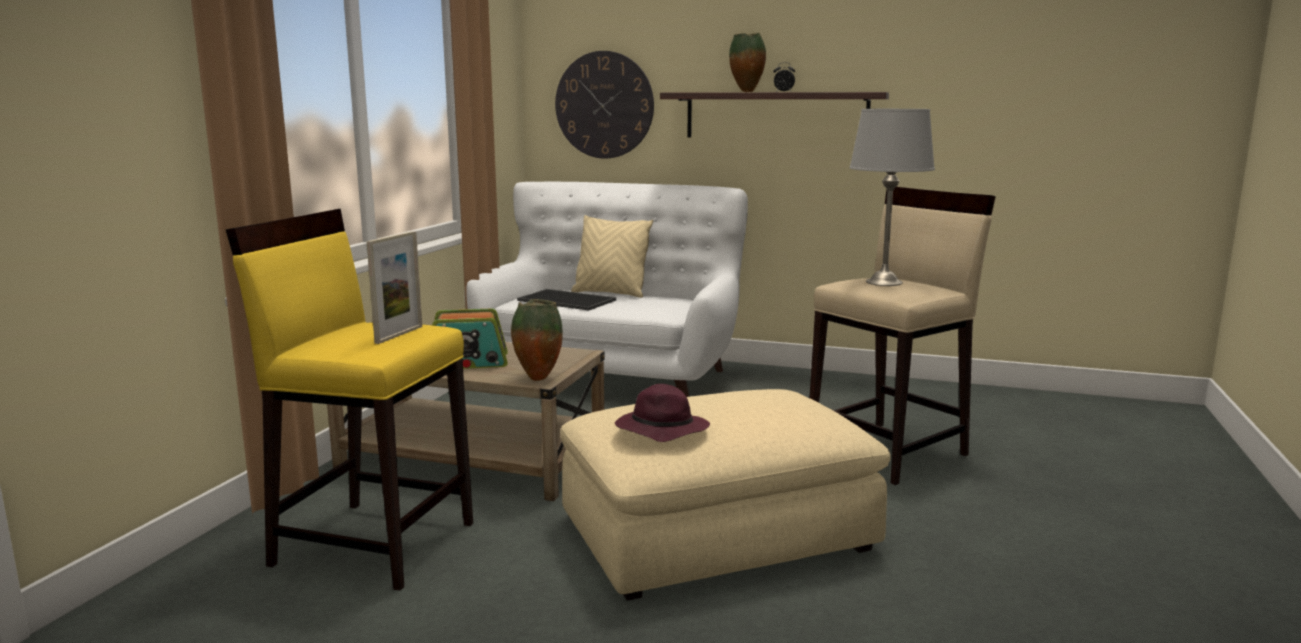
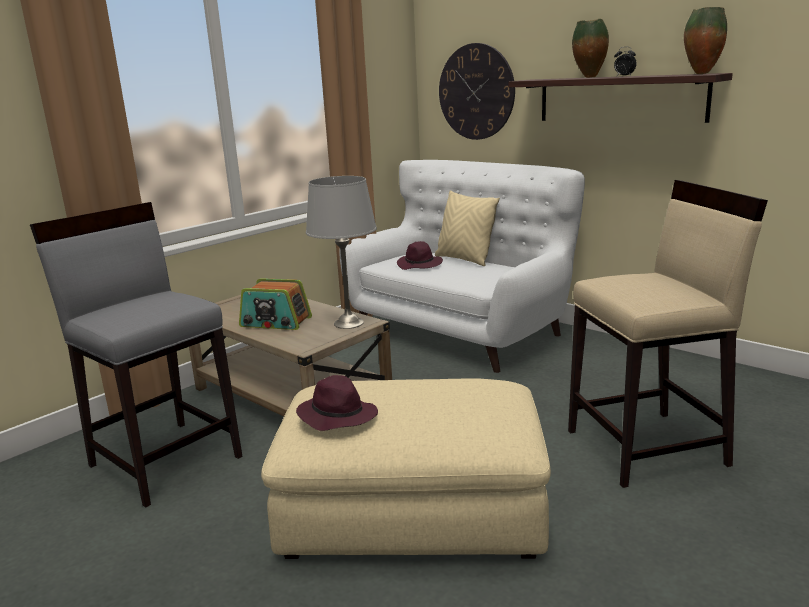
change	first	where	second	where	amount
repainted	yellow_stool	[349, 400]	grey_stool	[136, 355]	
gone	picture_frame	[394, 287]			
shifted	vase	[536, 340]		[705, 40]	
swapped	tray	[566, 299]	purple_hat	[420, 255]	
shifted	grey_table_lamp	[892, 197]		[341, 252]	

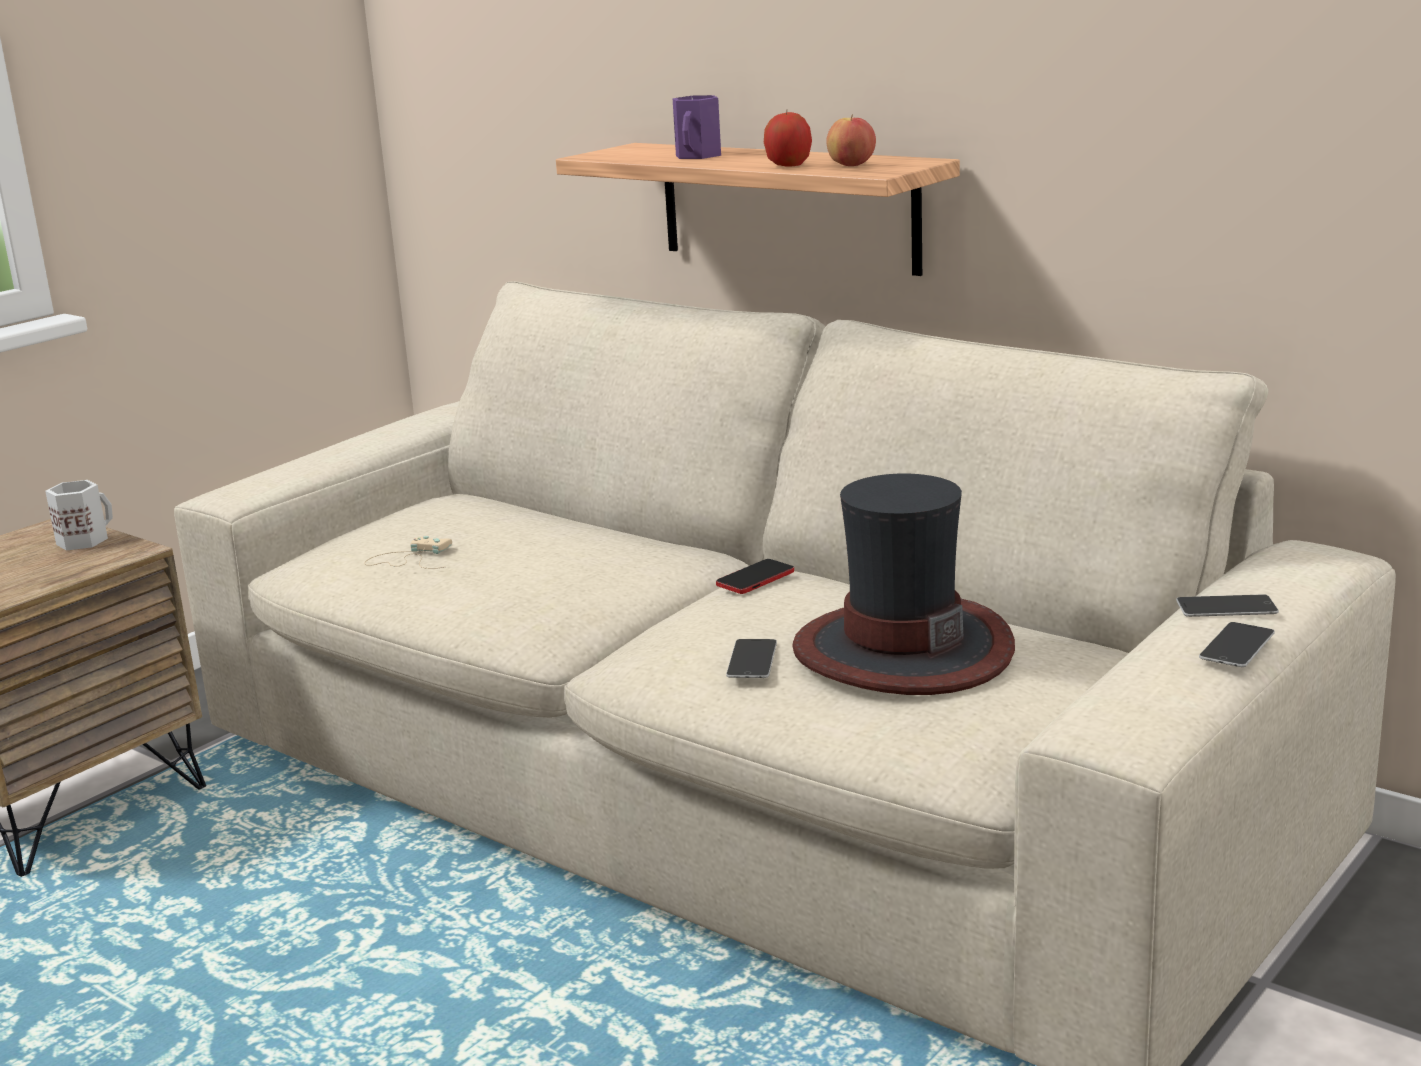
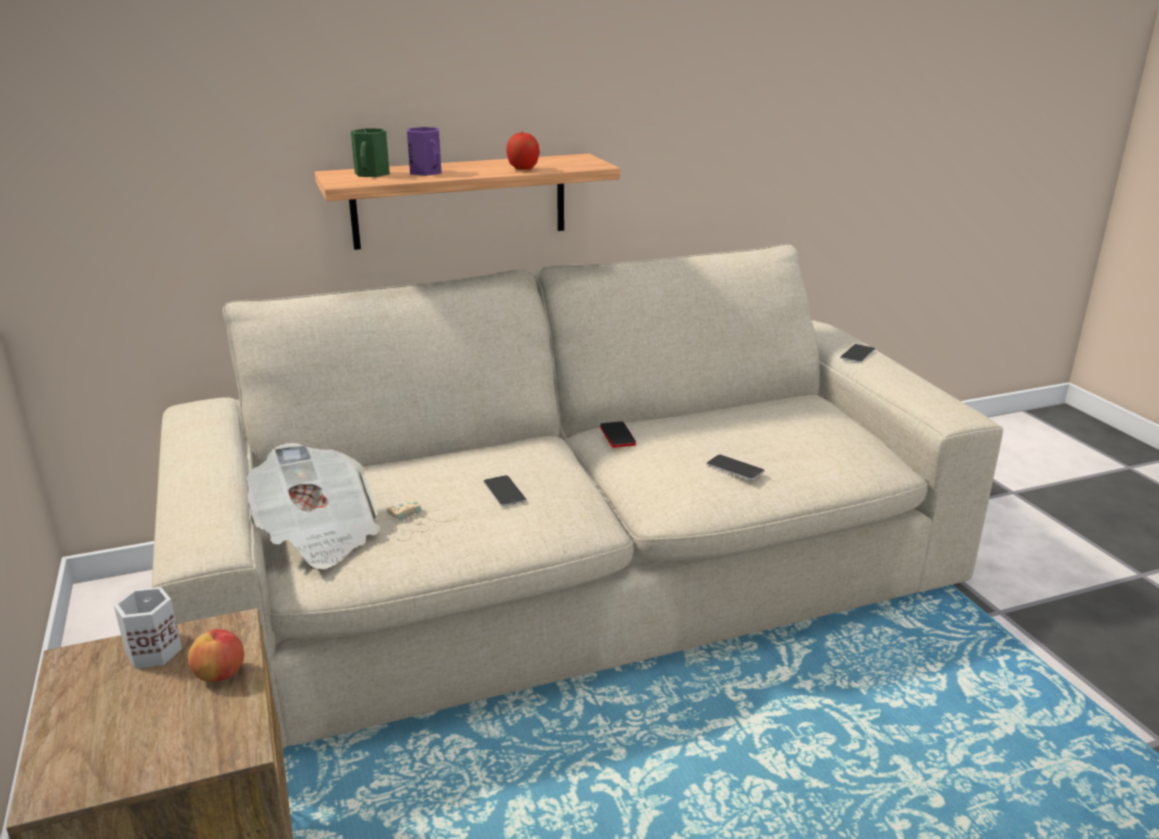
change	first	where	second	where	amount
gone	hat	[903, 584]			
shifted	apple	[851, 140]		[216, 655]	
shifted	phone	[1237, 644]		[505, 490]	
new			newspaper	[313, 506]	
new			green_mug	[370, 152]	

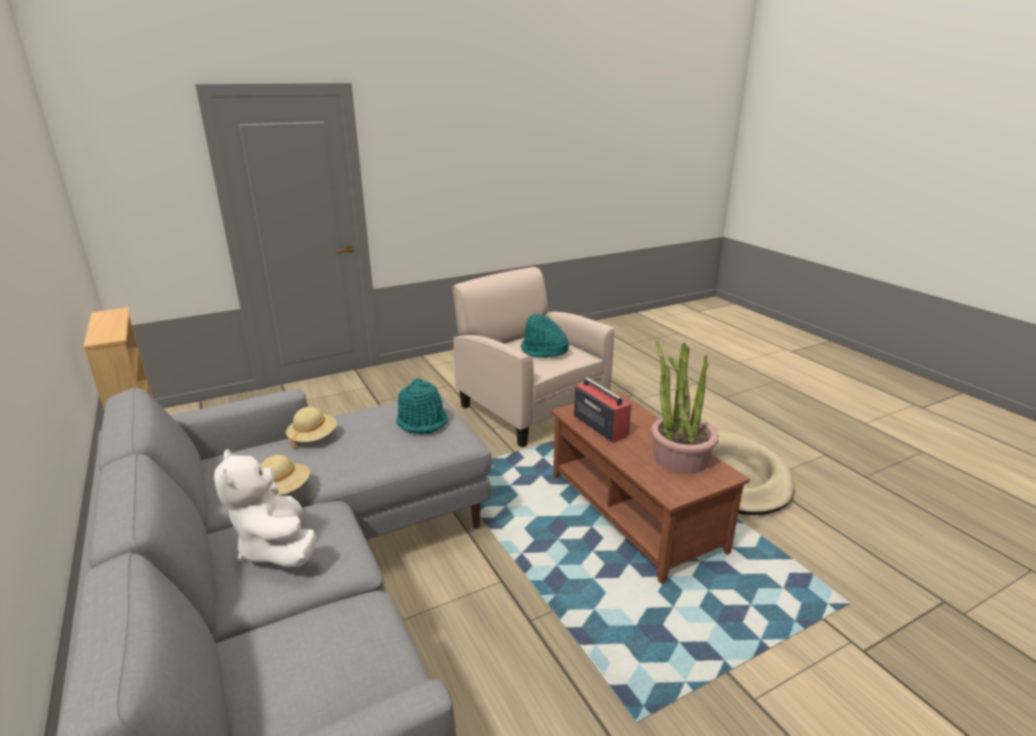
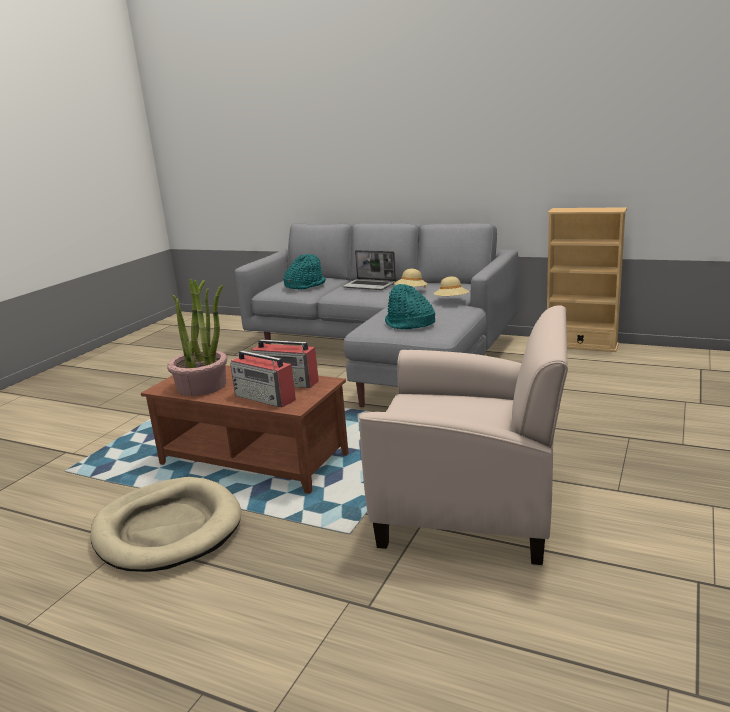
change	first	where	second	where	amount
swapped	white_plush_toy	[265, 508]	laptop	[369, 270]	
shifted	turquoise_hat	[545, 336]		[304, 271]	
new			radio	[263, 379]	

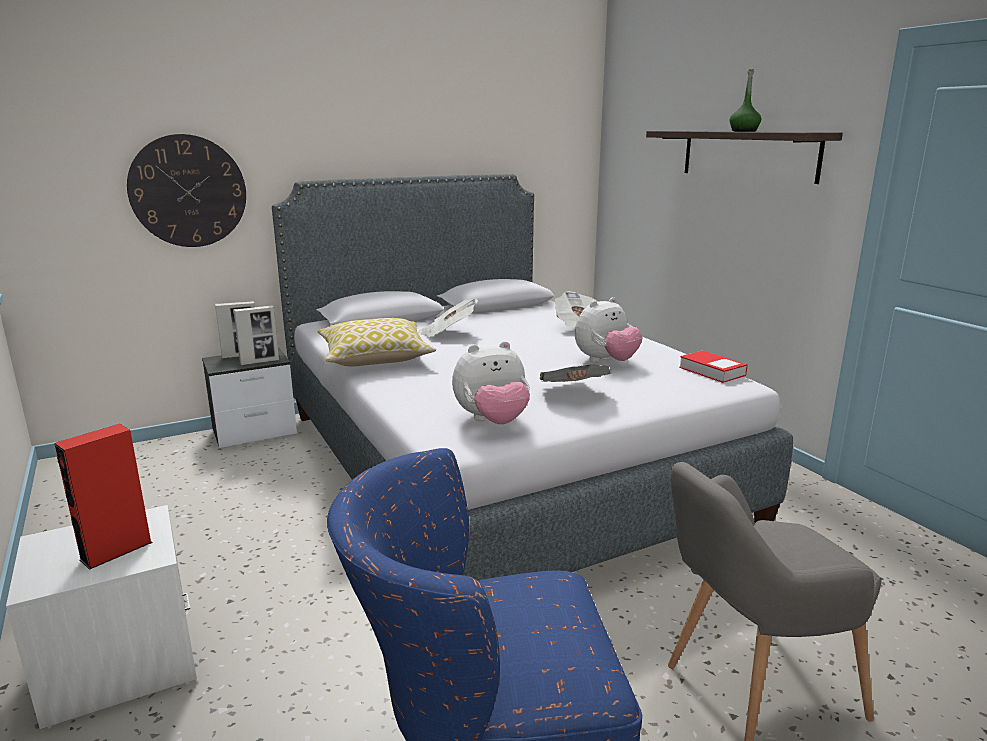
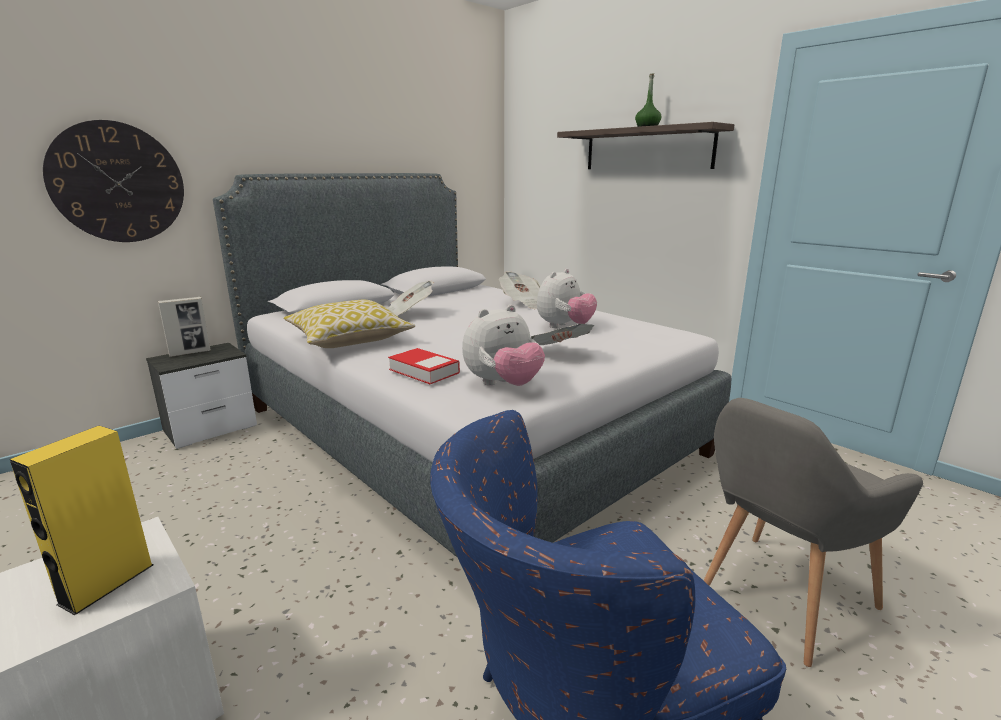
change	first	where	second	where	amount
repainted	red_speaker	[104, 497]	yellow_speaker	[81, 520]	
gone	picture_frame	[256, 335]			
shifted	book	[713, 366]		[424, 366]	

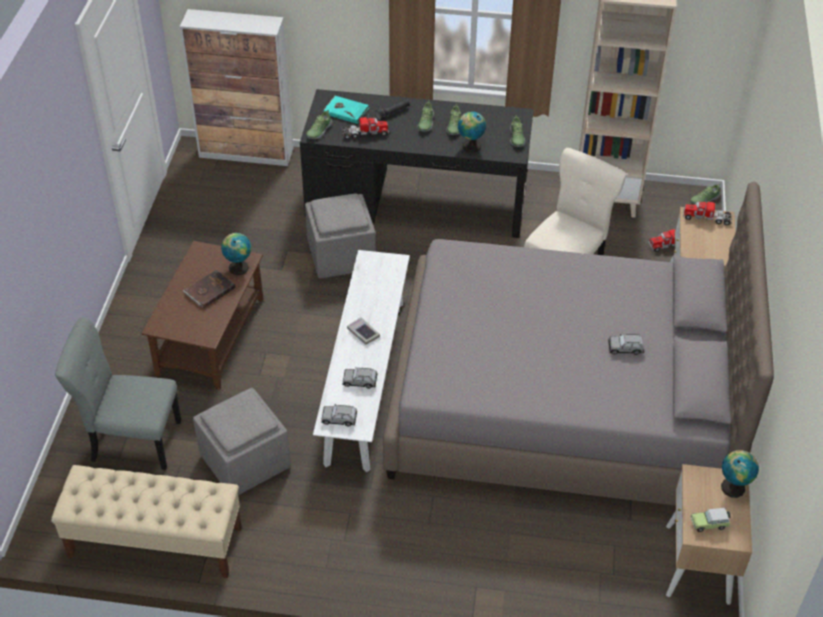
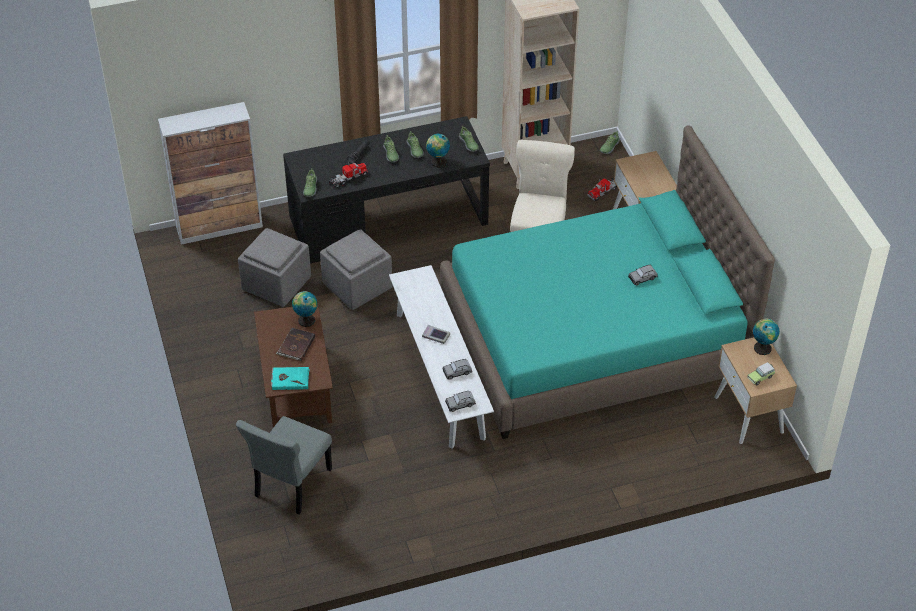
change	first	where	second	where	amount
gone	beige_bench	[146, 521]			
rotated	grey_chair	[118, 393]		[284, 465]	45 degrees counterclockwise
shifted	grey_ottoman	[242, 441]		[274, 267]	
shifted	turquoise_book	[346, 110]		[290, 378]	
repainted	grey_bed	[578, 344]	turquoise_bed	[607, 282]	
gone	toy_truck	[707, 212]			

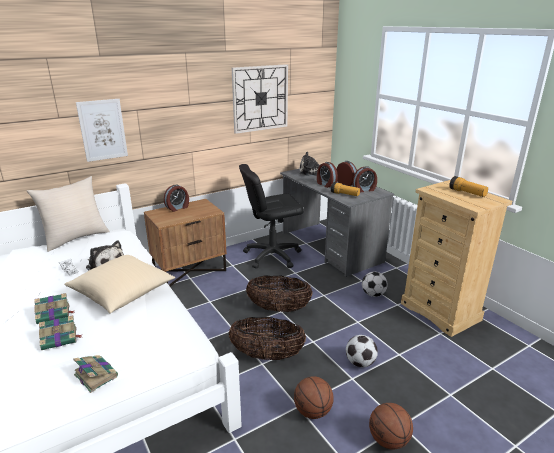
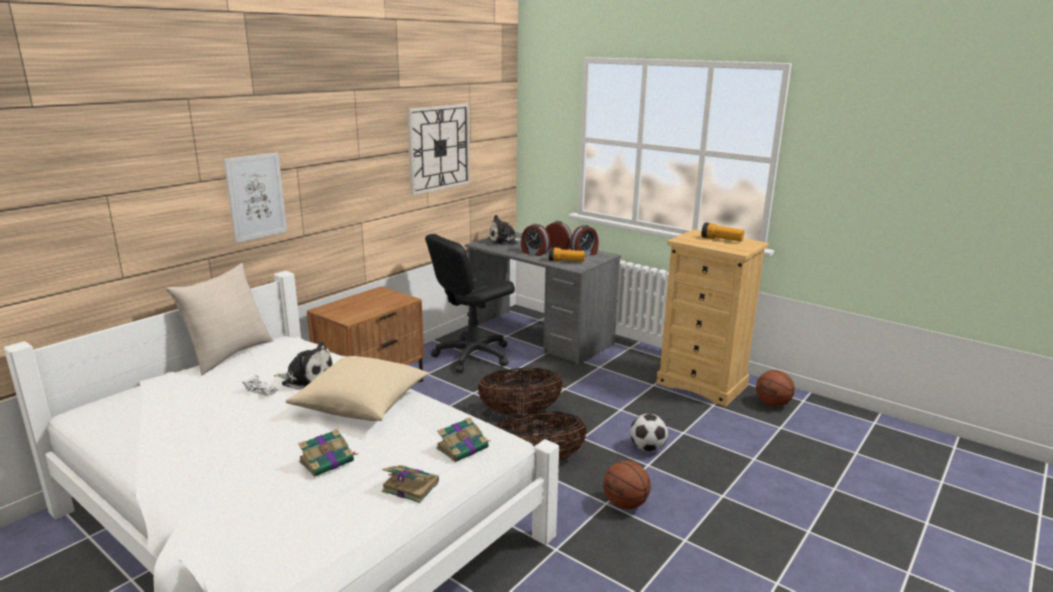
change	first	where	second	where	amount
shifted	book	[54, 308]		[462, 439]	
gone	alarm_clock	[176, 198]			
gone	football	[375, 284]			
shifted	basketball	[391, 426]		[775, 388]	

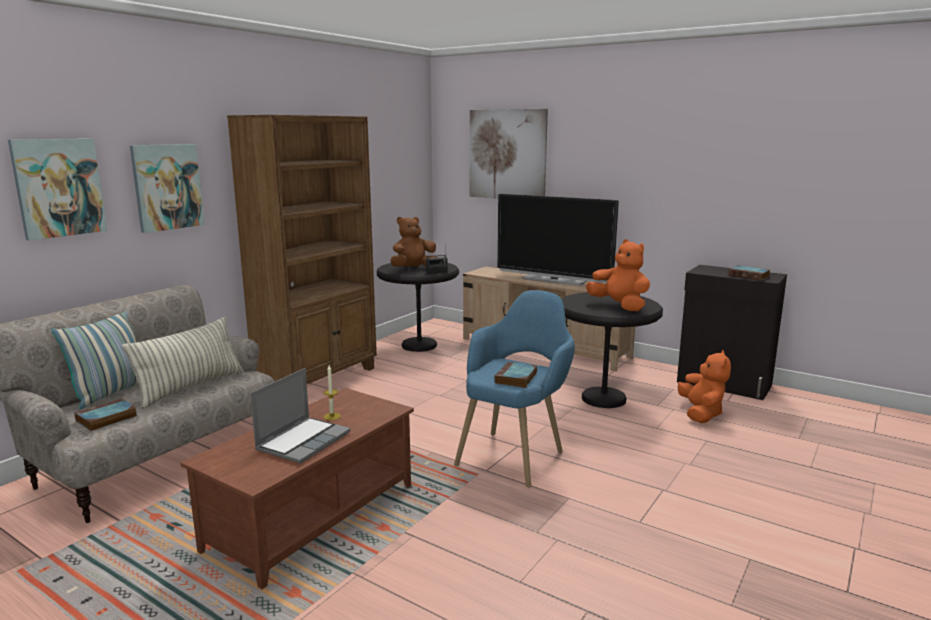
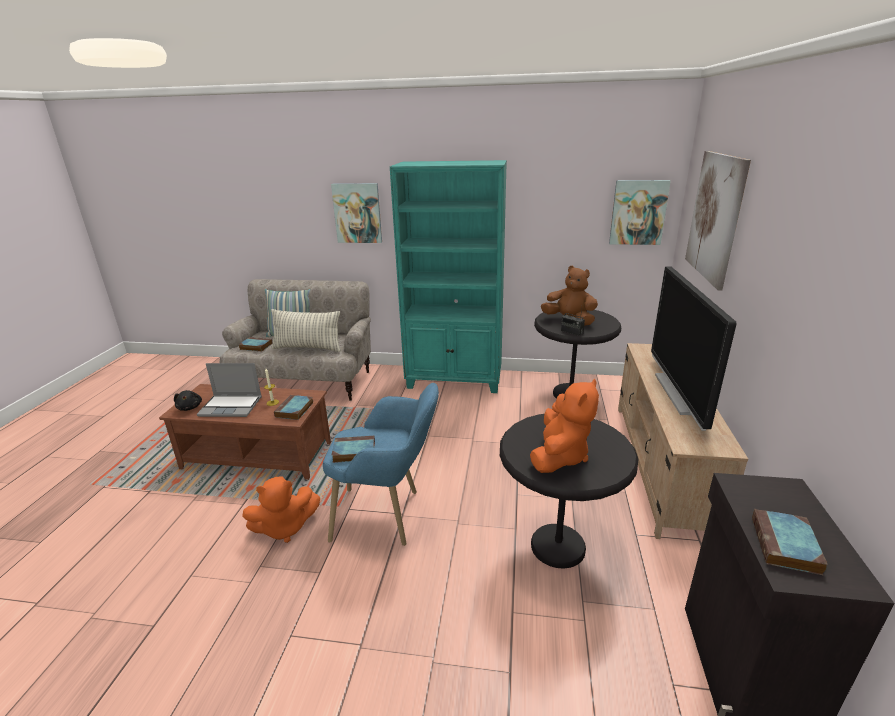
change	first	where	second	where	amount
shifted	picture	[57, 190]		[640, 212]	
repainted	brown_bookcase	[302, 249]	turquoise_bookcase	[448, 276]	
shifted	orange_plush_toy	[704, 386]		[281, 509]	
new			black_plush_toy	[188, 400]	
new			book	[293, 407]	

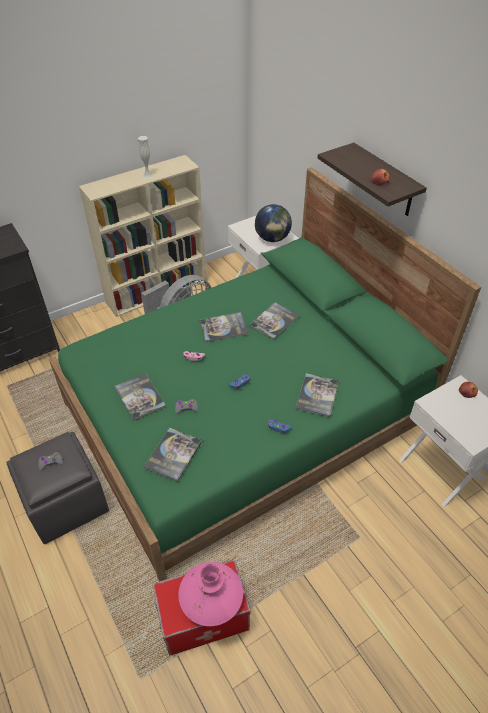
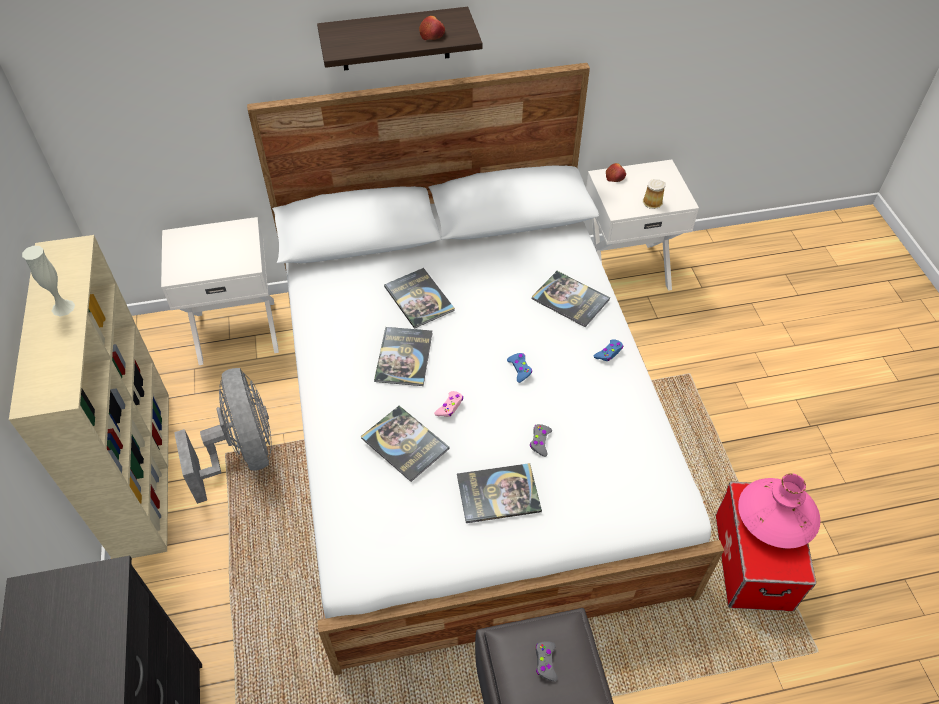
change	first	where	second	where	amount
repainted	green_bed	[265, 374]	white_bed	[485, 369]	
shifted	book	[173, 455]		[405, 444]	
gone	globe	[273, 223]			
new			mug	[654, 194]	

